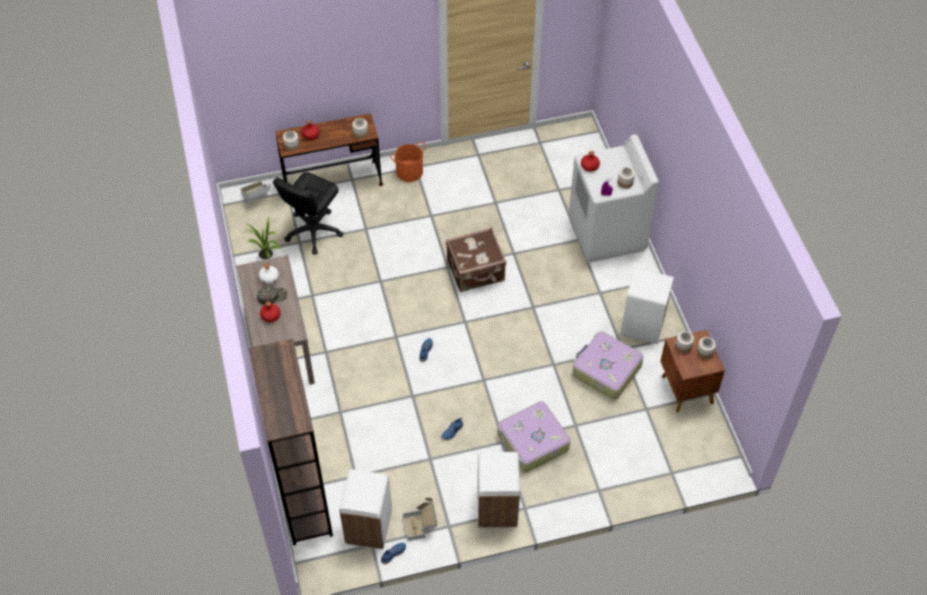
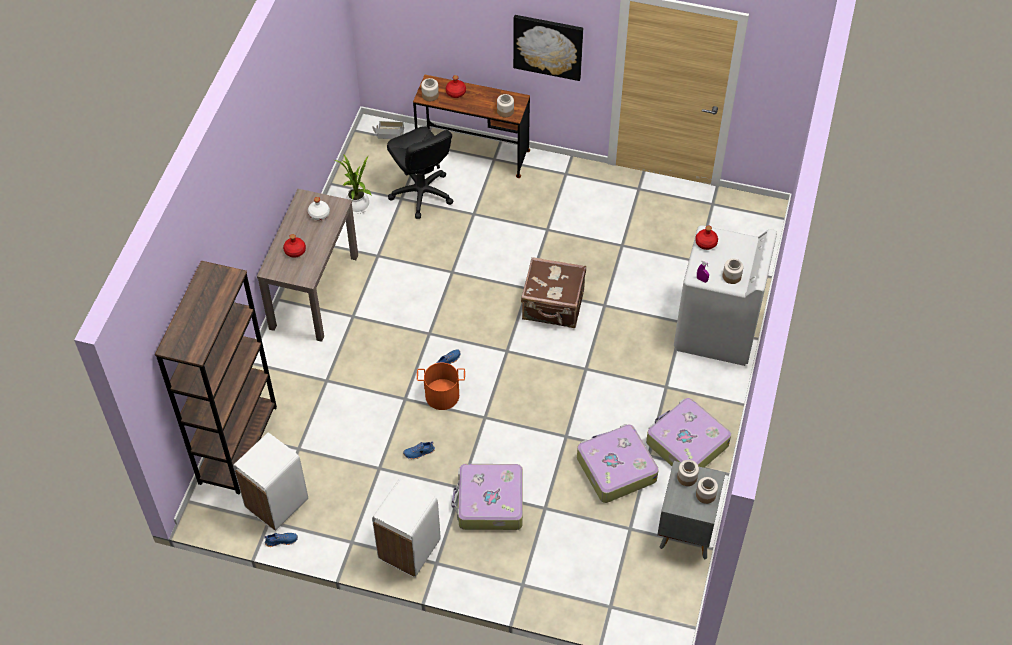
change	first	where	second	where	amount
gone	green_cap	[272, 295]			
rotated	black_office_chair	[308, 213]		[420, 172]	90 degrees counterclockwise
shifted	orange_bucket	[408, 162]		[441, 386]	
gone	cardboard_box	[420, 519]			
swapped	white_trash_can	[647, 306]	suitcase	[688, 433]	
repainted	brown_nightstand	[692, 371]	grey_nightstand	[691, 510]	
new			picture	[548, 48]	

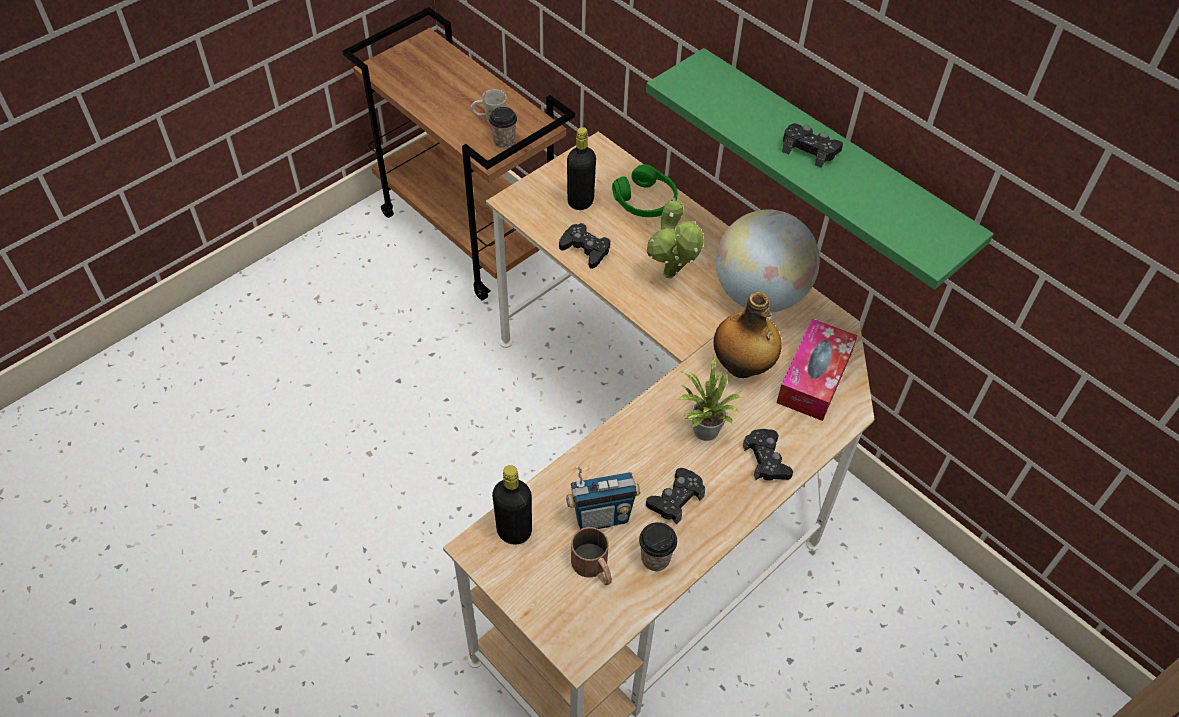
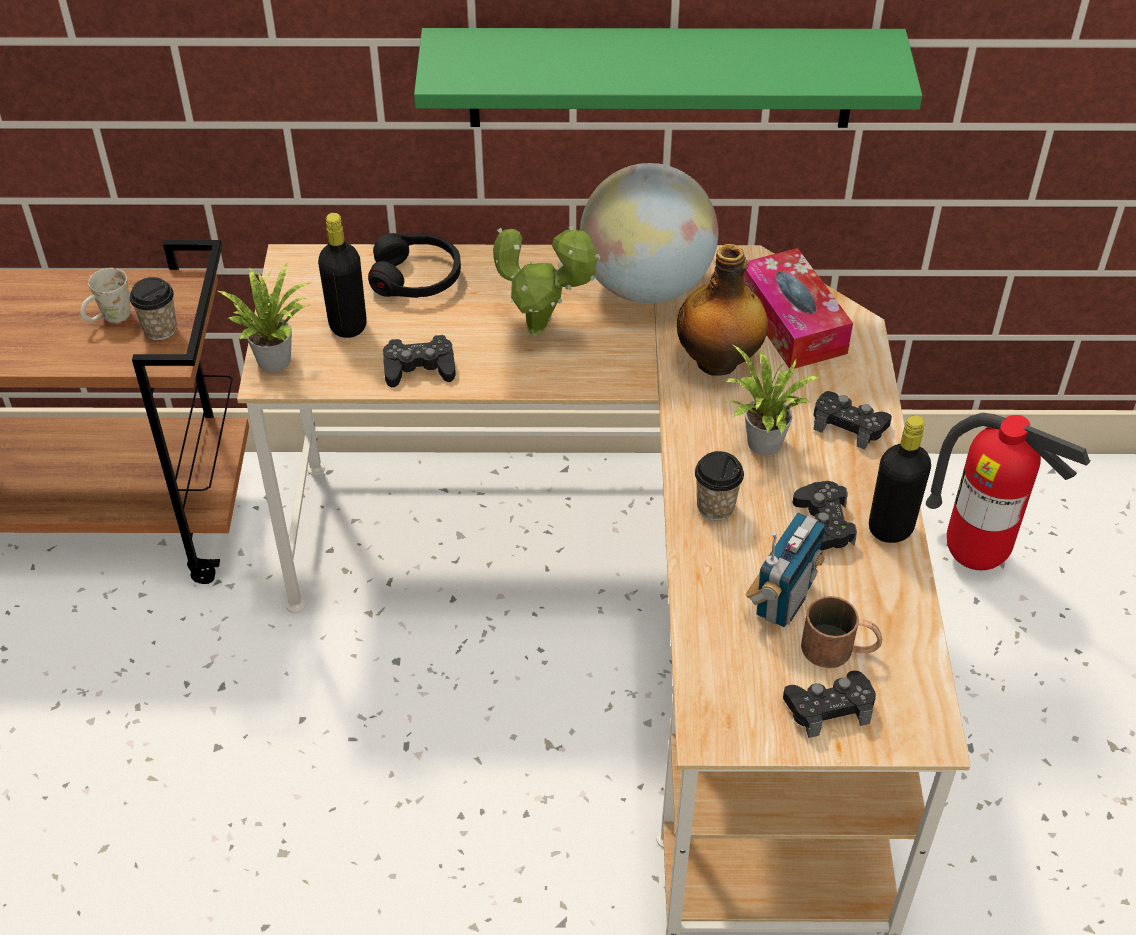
change	first	where	second	where	amount
shifted	black_bottle	[512, 505]		[900, 479]	
repainted	green_headphones	[644, 190]	black_headphones	[414, 265]	
shifted	cup	[658, 546]		[719, 486]	
shifted	black_game_controller	[812, 145]		[829, 704]	
new			potted_plant	[263, 317]	
new			fire_extinguisher	[1008, 491]	

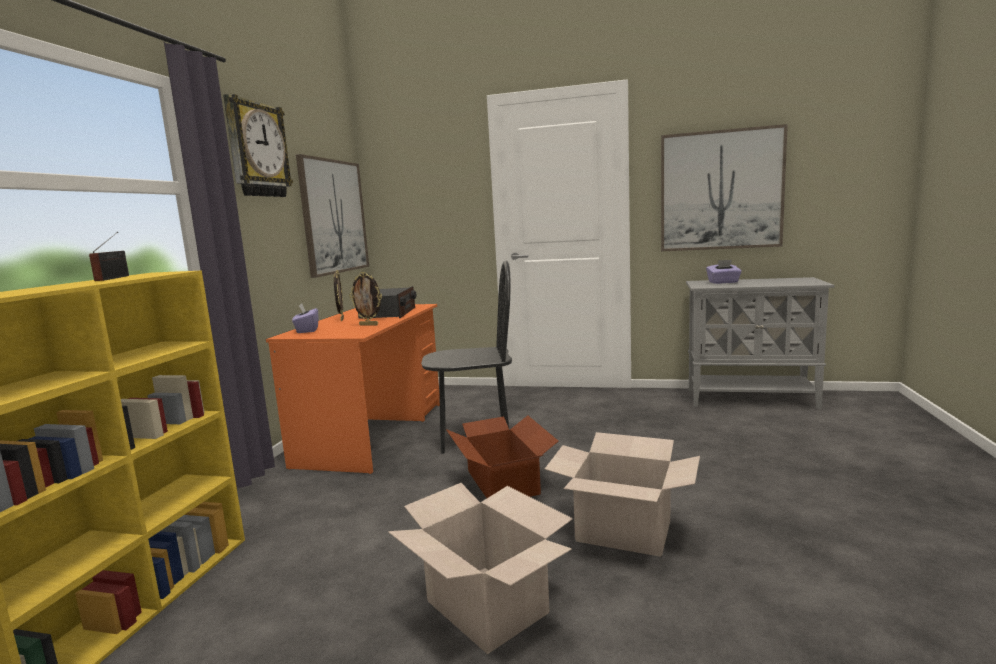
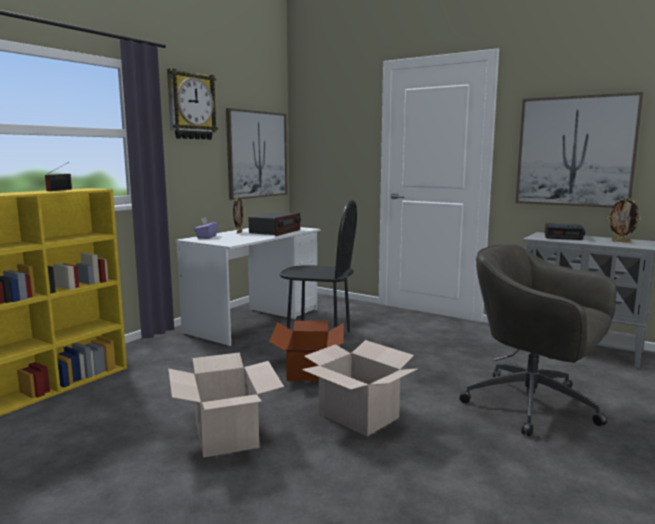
change	first	where	second	where	amount
repainted	orange_desk	[353, 389]	white_desk	[248, 286]	
shifted	picture_frame	[365, 299]		[624, 220]	
swapped	purple_tissue_box	[724, 272]	alarm_clock	[564, 231]	
new			grey_office_chair	[538, 340]	

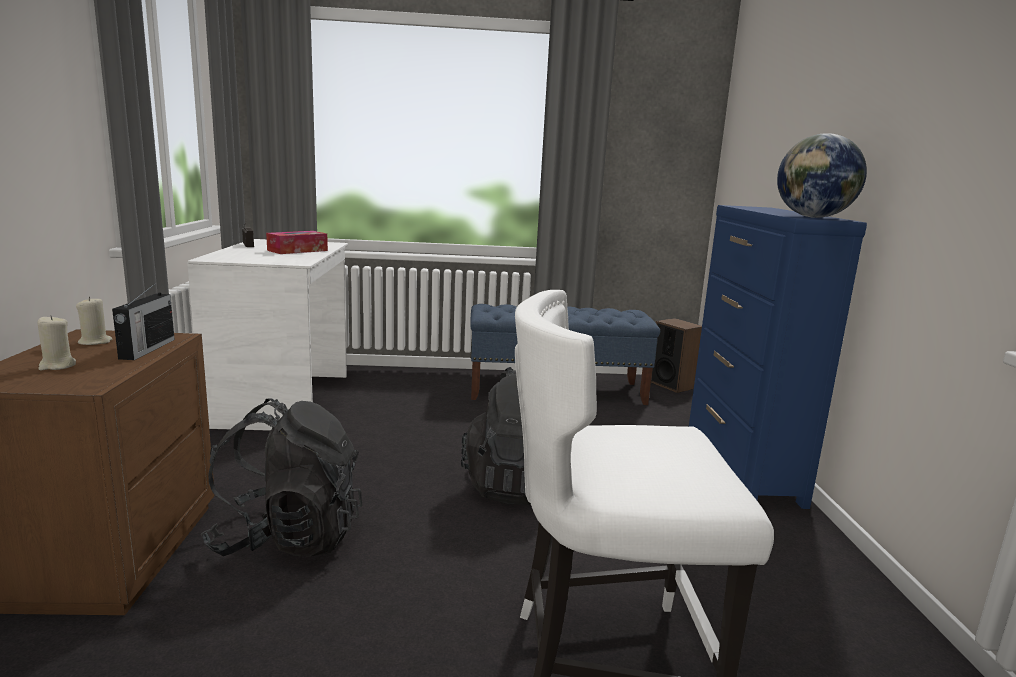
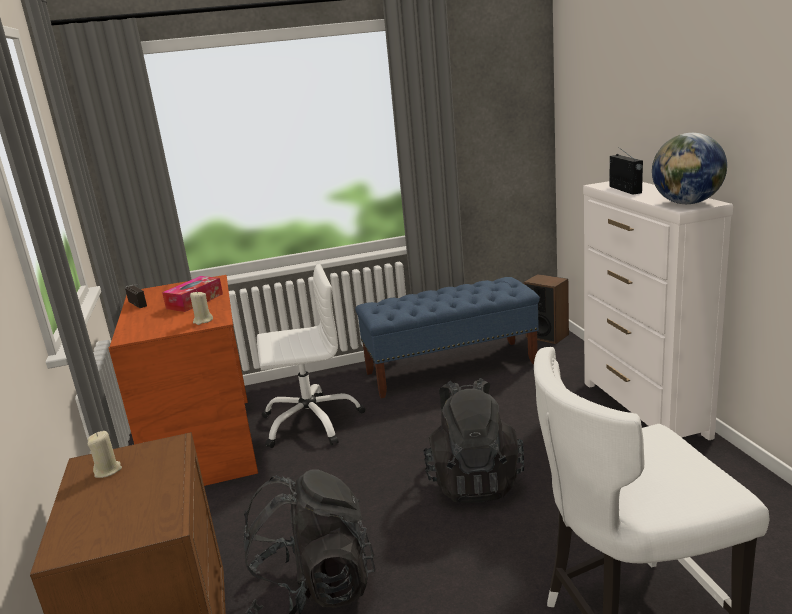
change	first	where	second	where	amount
shifted	beige_candle	[56, 343]		[201, 308]	
shifted	radio	[143, 321]		[626, 171]	
repainted	white_desk	[267, 335]	brown_desk	[183, 380]	
repainted	blue_dresser	[778, 357]	white_dresser	[658, 310]	
new			white_office_chair	[311, 356]	

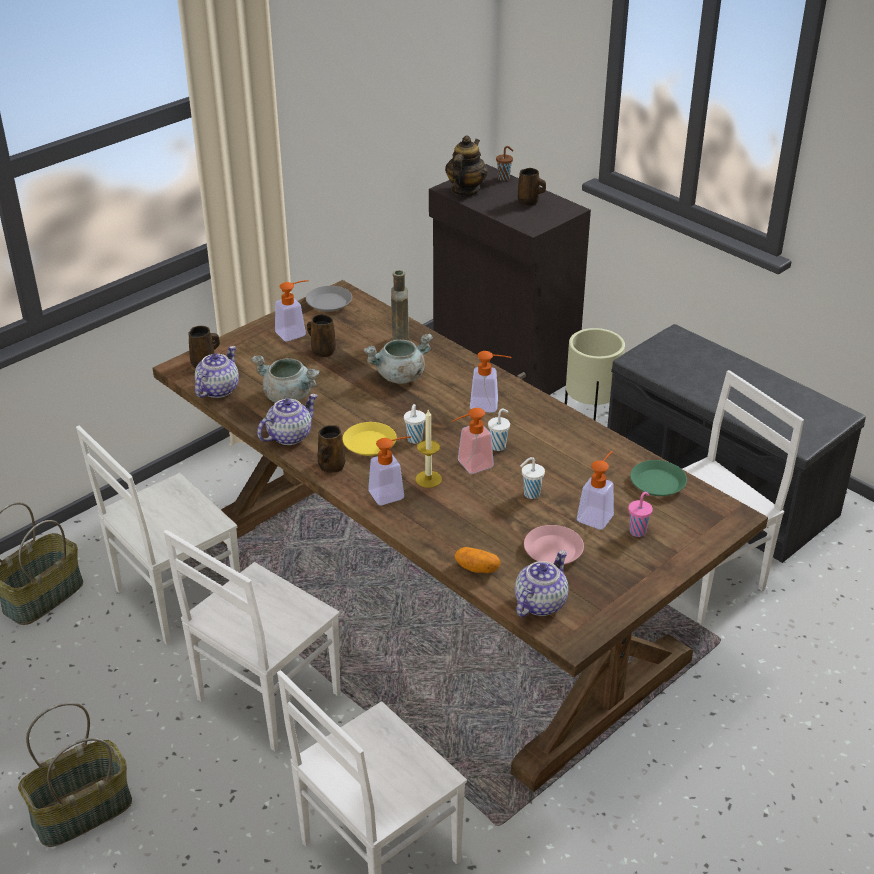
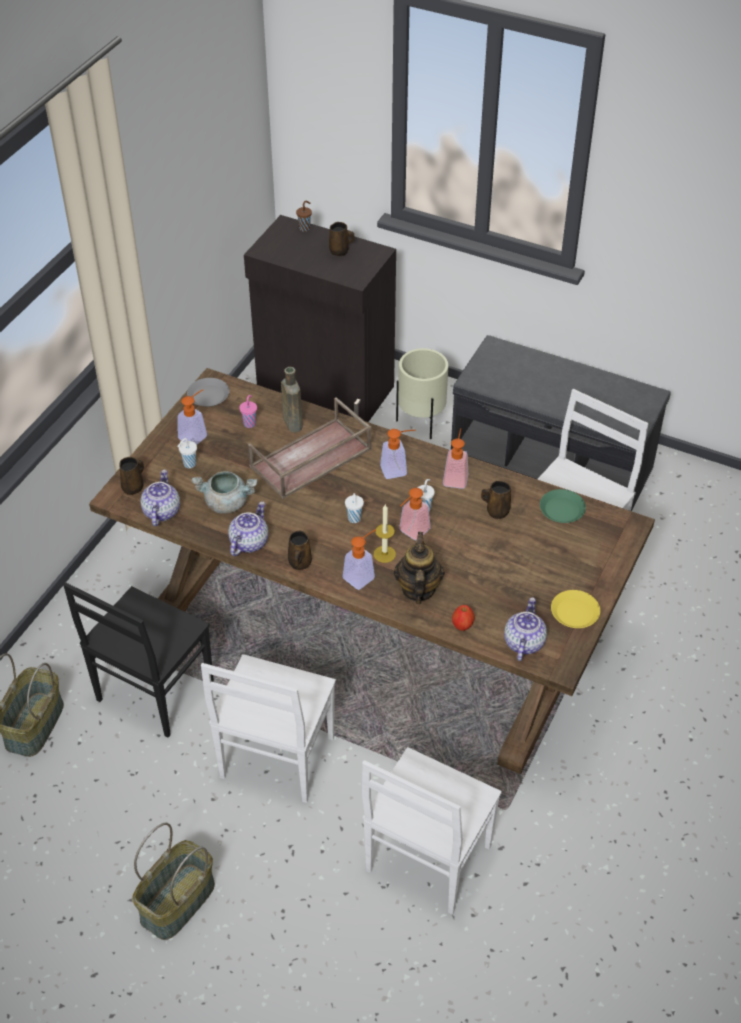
change	first	where	second	where	amount
repainted	white_chair	[158, 535]	black_chair	[138, 659]	
shifted	brown_mug	[321, 335]		[496, 500]	
shifted	yellow_plate	[369, 439]		[575, 609]	
swapped	grey_cooking_pot	[398, 358]	brown_tray	[309, 448]	
shifted	teapot	[466, 166]		[419, 568]	
swapped	potato	[478, 560]	apple	[463, 618]	
shifted	white_cup	[532, 478]		[187, 453]	
gone	pink_plate	[554, 544]			
shifted	soap_dispenser	[595, 490]		[455, 458]	
shifted	pink_cup	[640, 514]		[248, 411]	

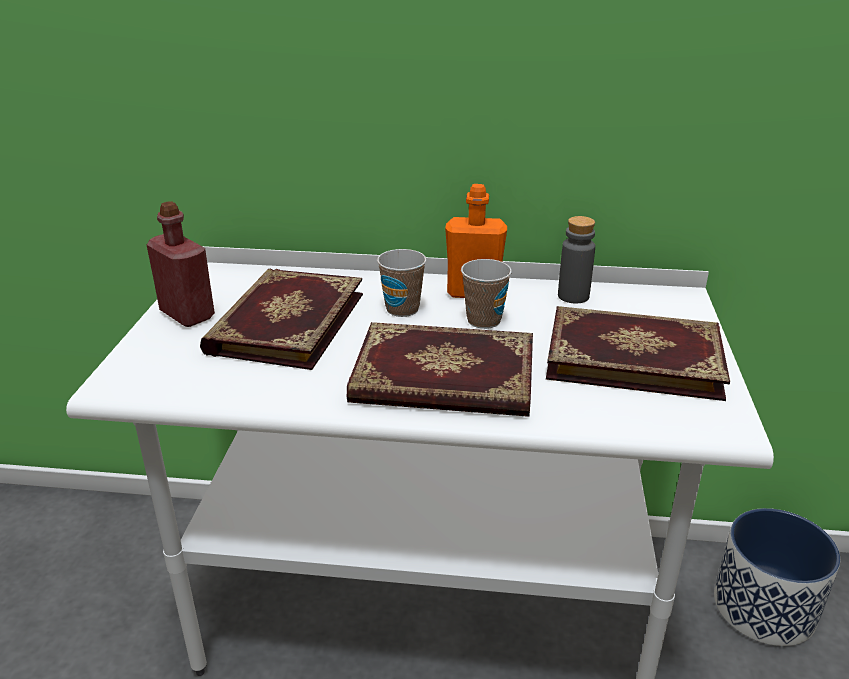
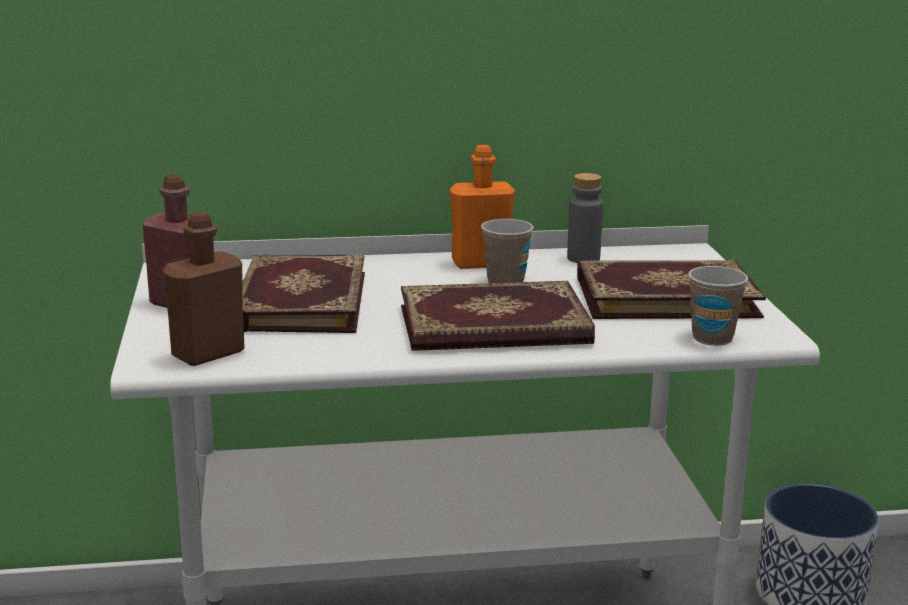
change	first	where	second	where	amount
shifted	cup	[401, 283]		[718, 306]	
new			brown_bottle	[203, 289]	

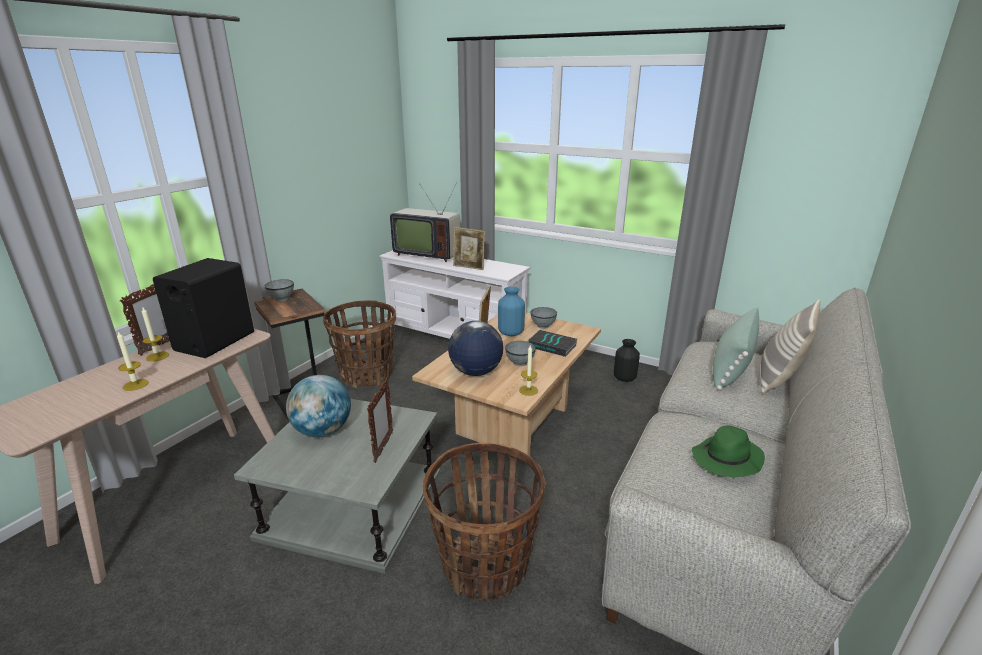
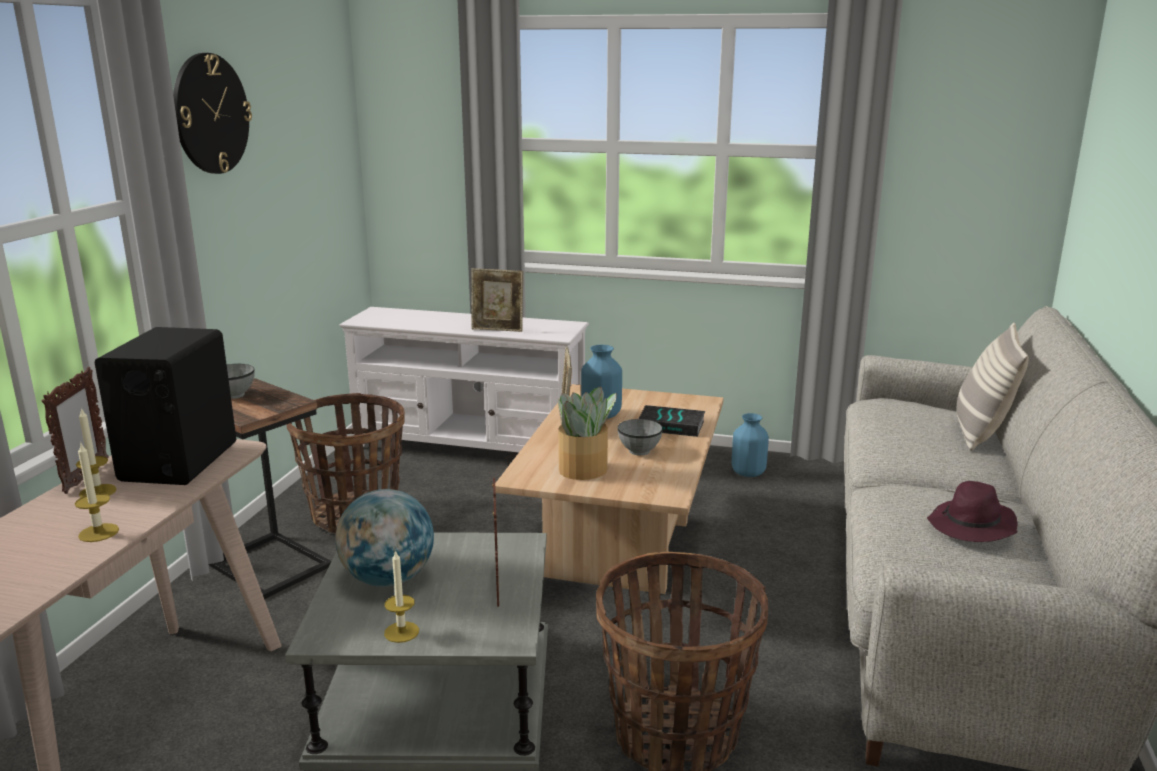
change	first	where	second	where	amount
gone	television	[425, 222]			
swapped	globe	[475, 348]	potted_plant	[587, 433]	
shifted	candle	[528, 370]		[401, 596]	
gone	grey_bowl	[544, 318]			
repainted	black_vase	[627, 360]	blue_vase	[750, 445]	
repainted	green_hat	[728, 451]	purple_hat	[972, 511]	
gone	green_pillow	[736, 348]			
new			wall_clock	[212, 113]	

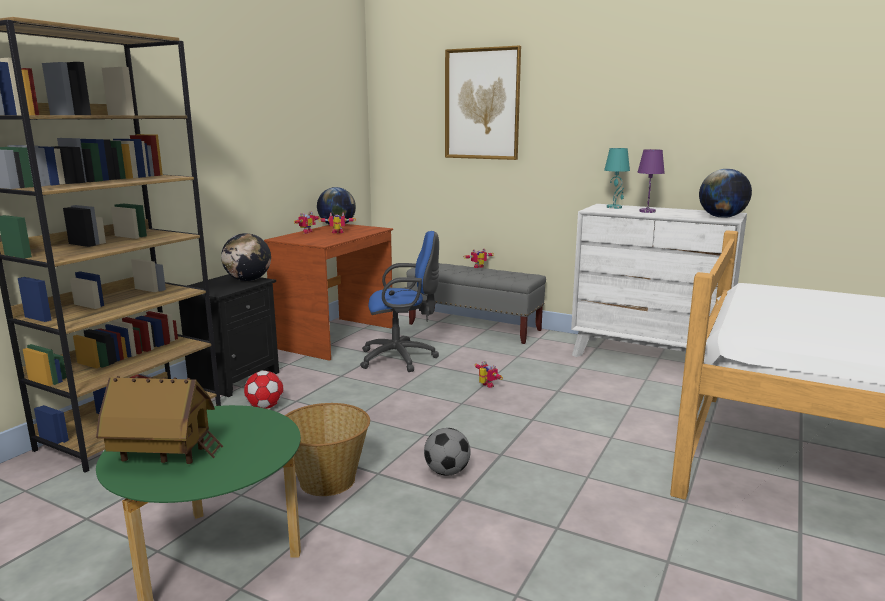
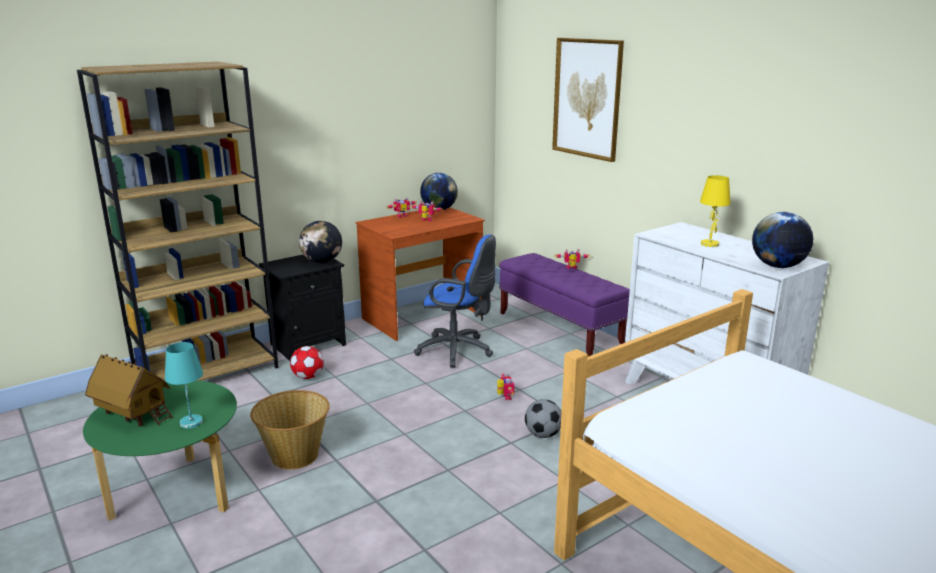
change	first	where	second	where	amount
repainted	grey_bench	[476, 303]	purple_bench	[564, 304]	
shifted	football	[447, 452]		[543, 418]	
shifted	turquoise_table_lamp	[617, 178]		[184, 385]	
repainted	purple_table_lamp	[651, 181]	yellow_table_lamp	[715, 211]	

